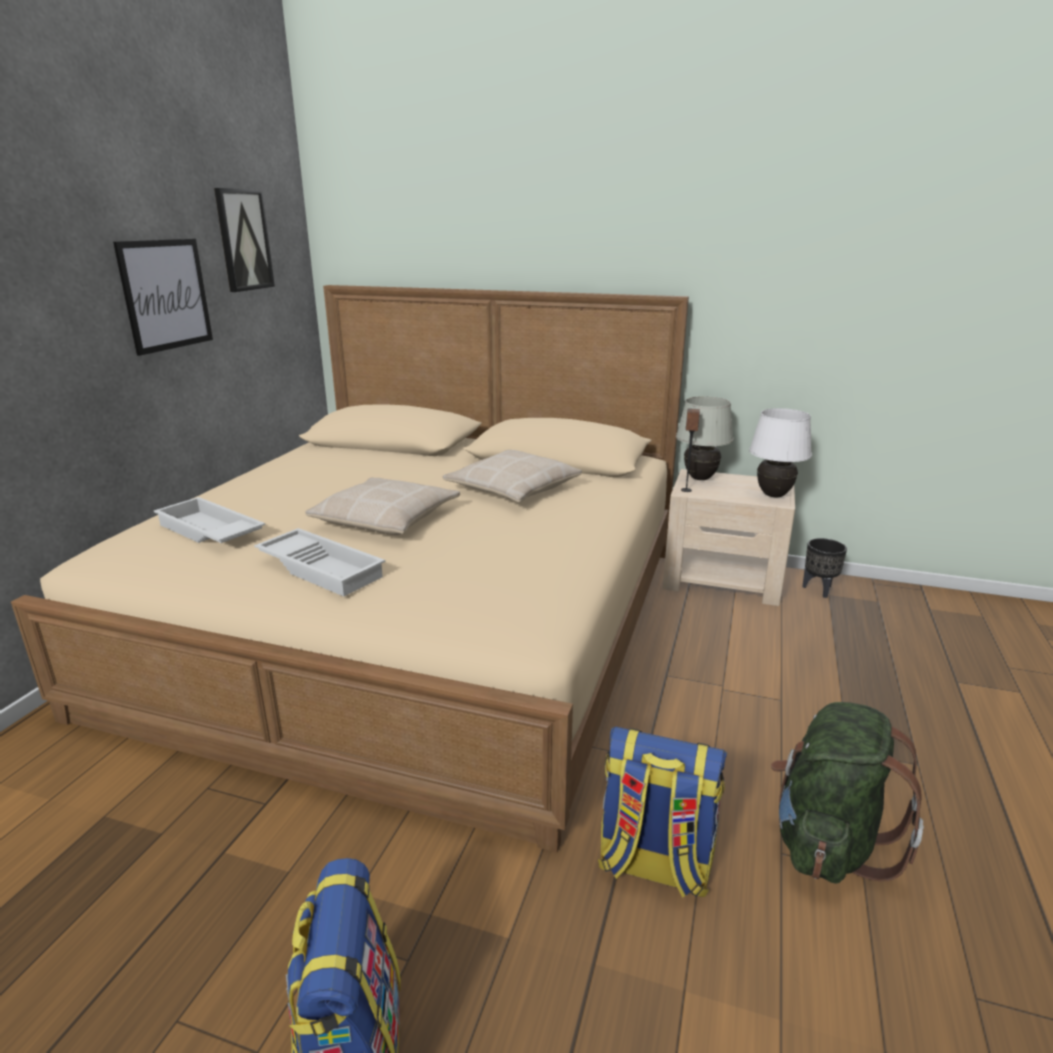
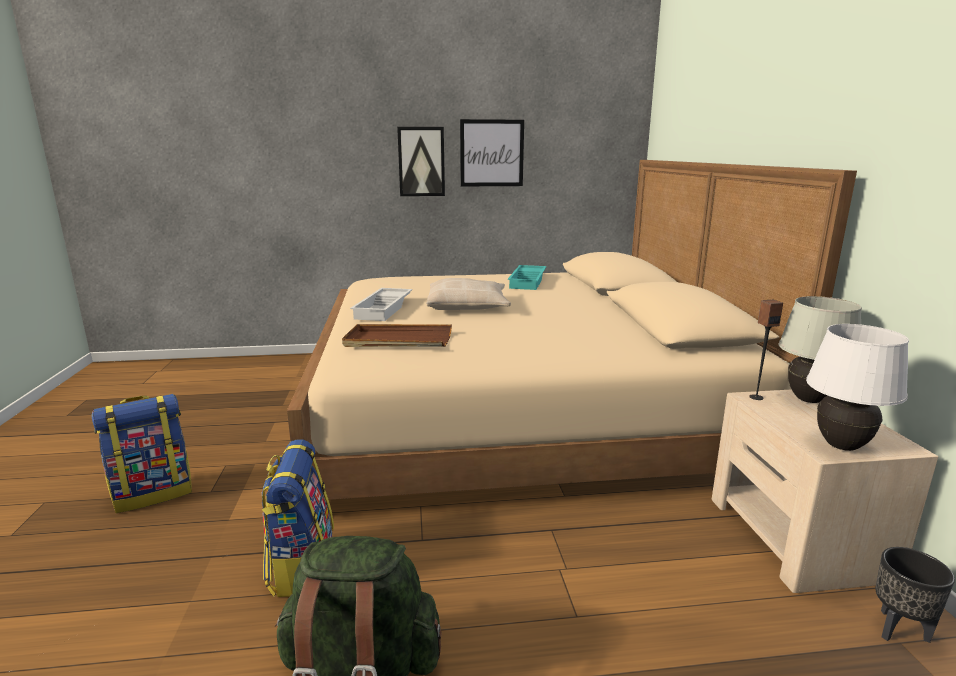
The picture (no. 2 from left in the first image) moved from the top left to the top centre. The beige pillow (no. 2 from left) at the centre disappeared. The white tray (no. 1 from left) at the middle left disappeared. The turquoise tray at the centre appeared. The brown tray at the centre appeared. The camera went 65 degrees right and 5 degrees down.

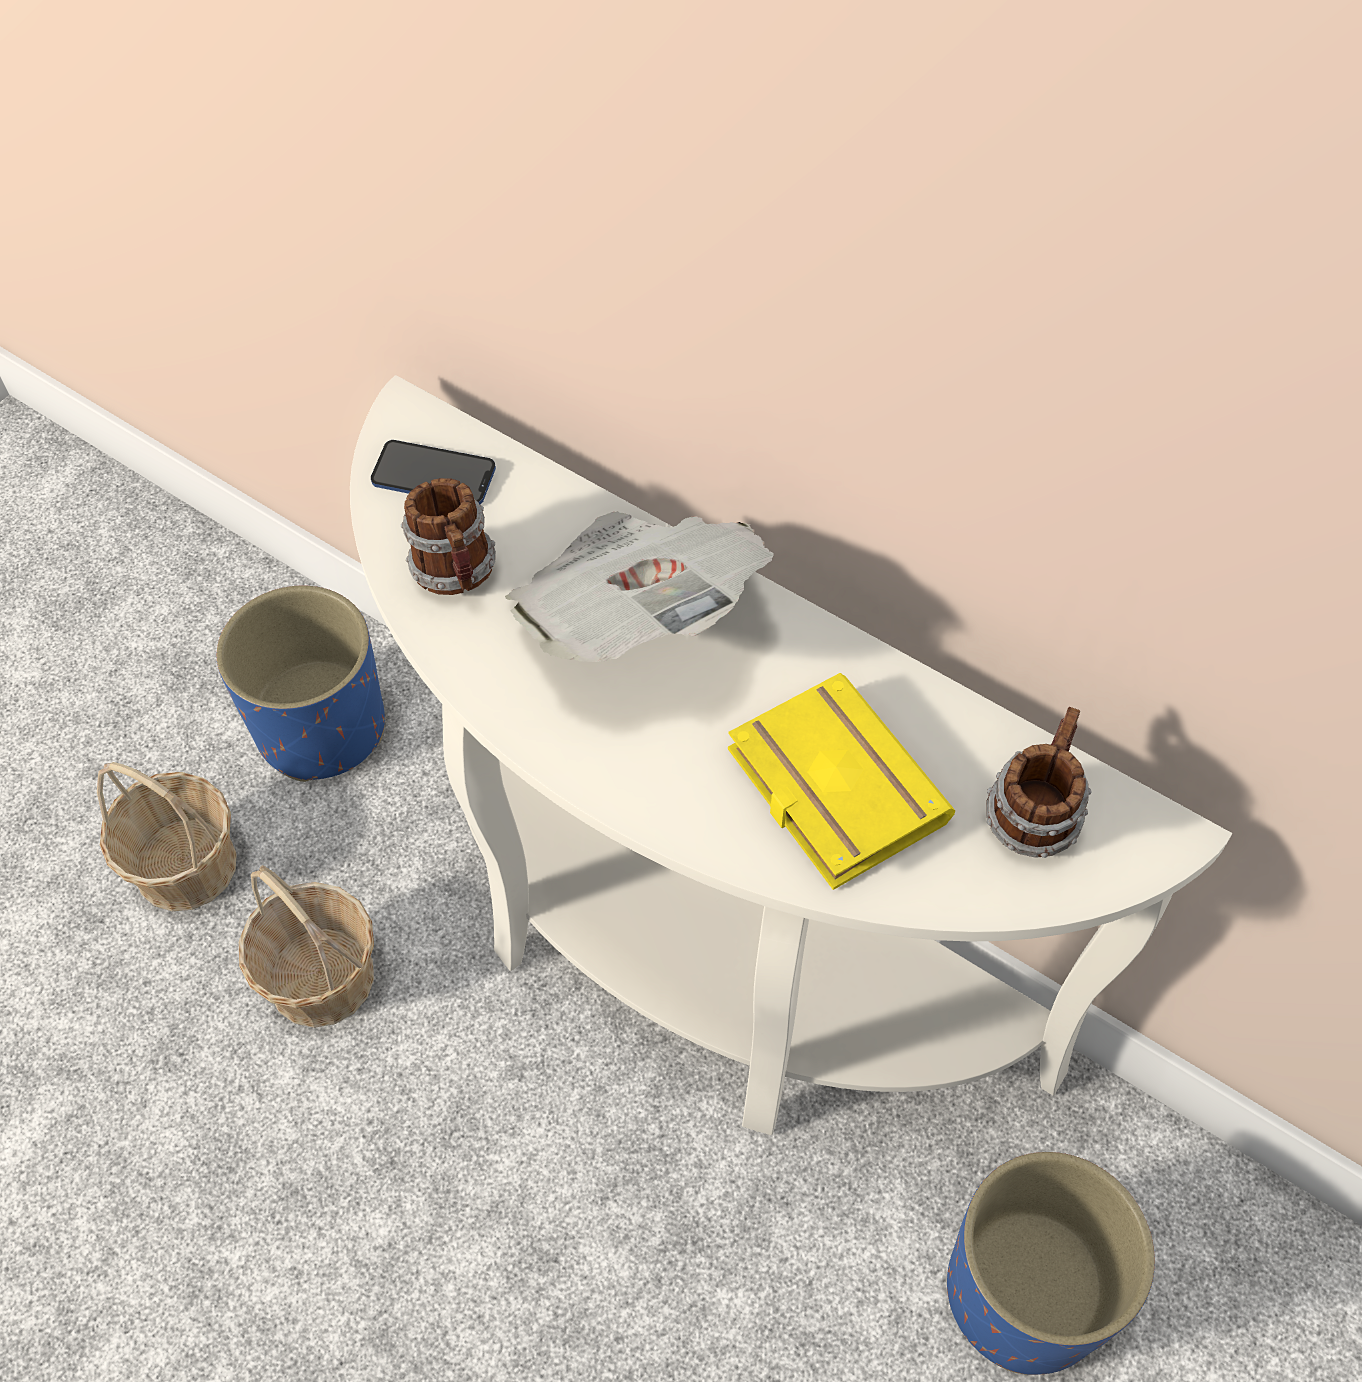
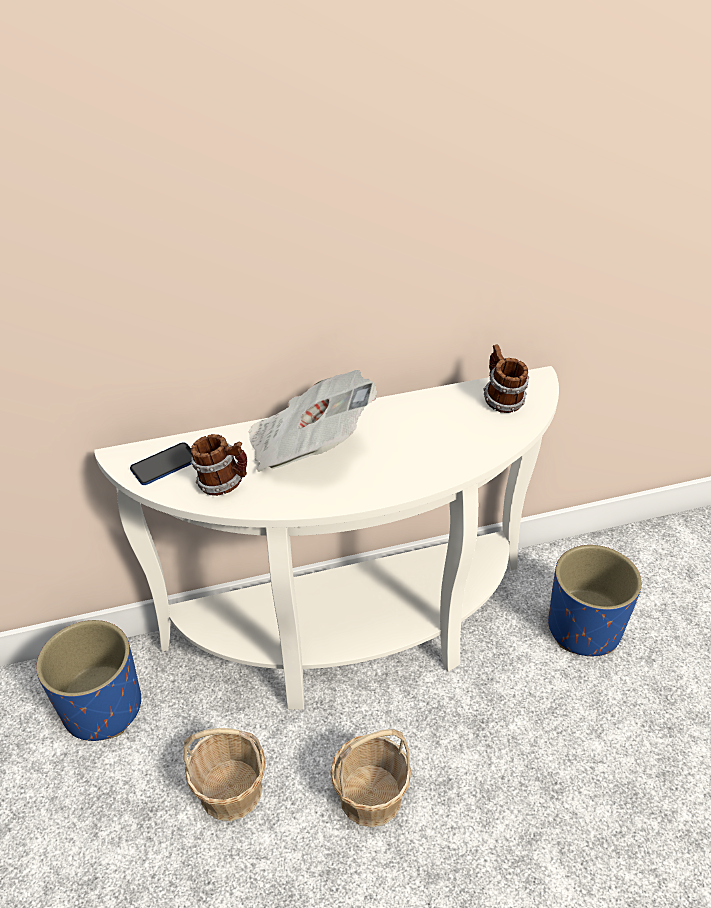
The yellow book at the centre disappeared. The basket (no. 1 from left in the first image) moved from the middle left to the bottom centre. The camera went 50 degrees left and 15 degrees down.

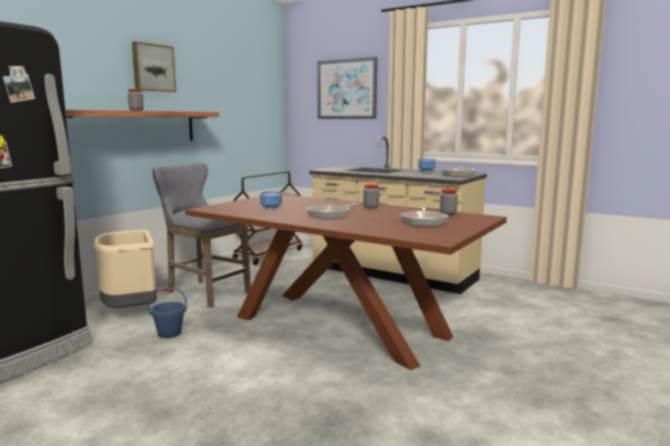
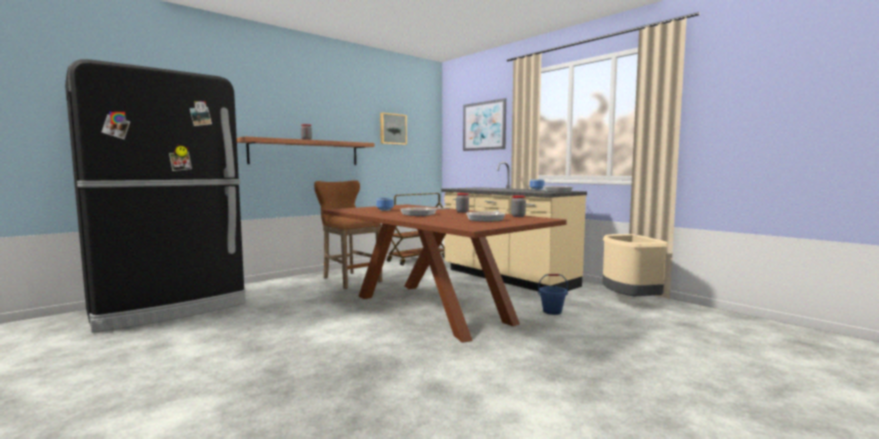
The picture (no. 1 from left) moved from the top left to the top centre. The grey stool at the middle left became the brown stool at the centre. The beige trash can moved from the middle left to the middle right. The blue bucket moved from the bottom left to the bottom centre. The camera went 15 degrees right and 5 degrees down.

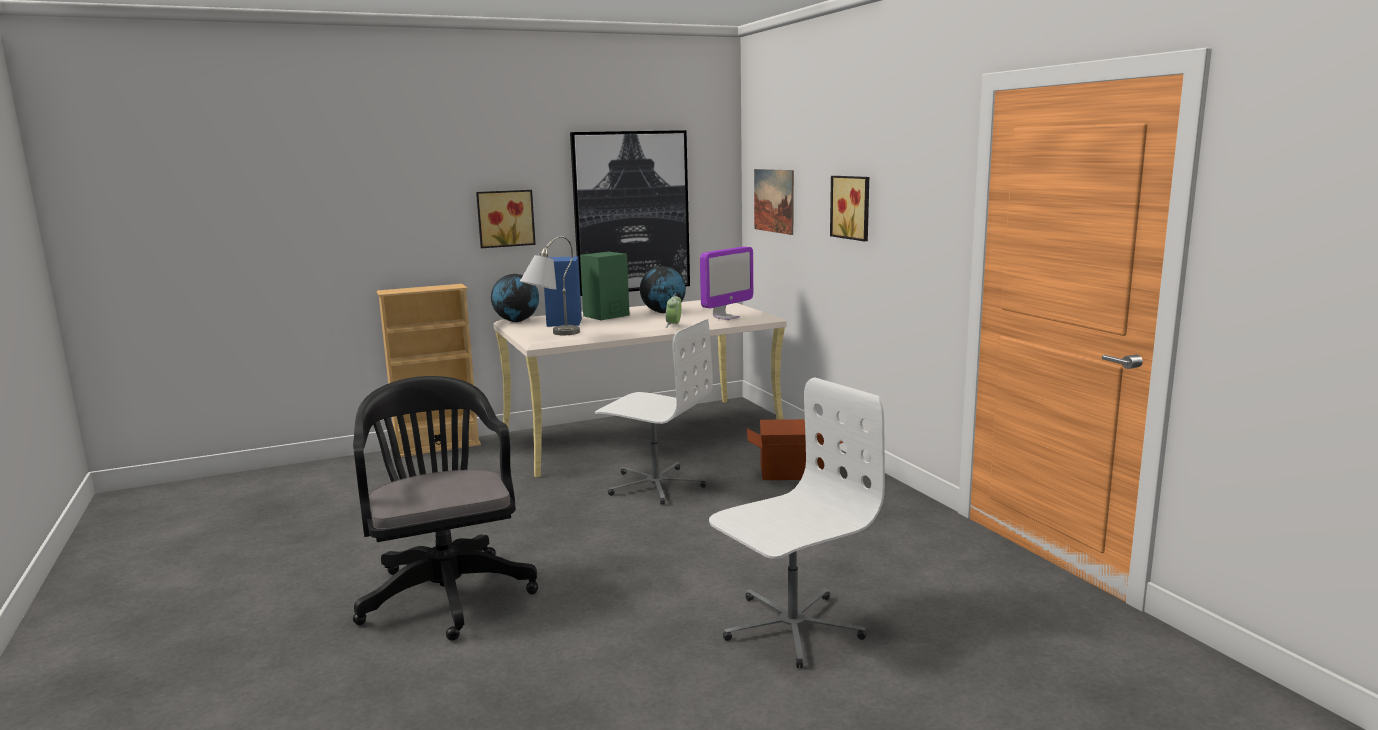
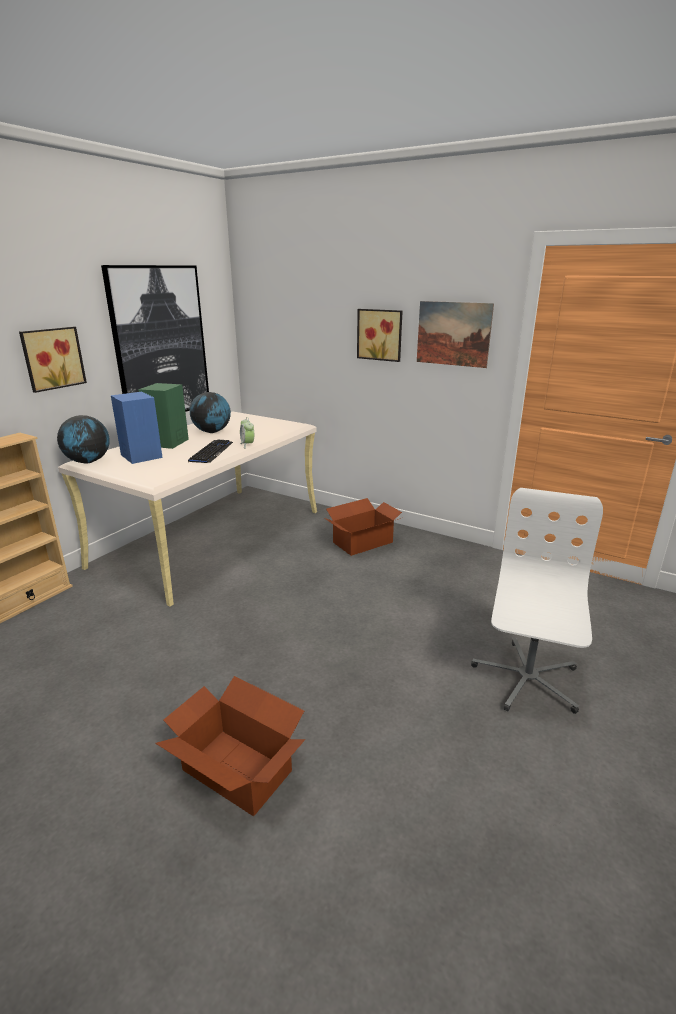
The picture (no. 3 from left in the first image) moved from the top centre to the top right. The grey table lamp at the centre disappeared. The monitor at the centre disappeared. The white office chair (no. 1 from left) at the centre disappeared. The black office chair at the bottom left was replaced by the cardboard box (no. 1 from left) at the bottom centre. The keyboard at the middle left appeared. The camera went 35 degrees left and 10 degrees up.

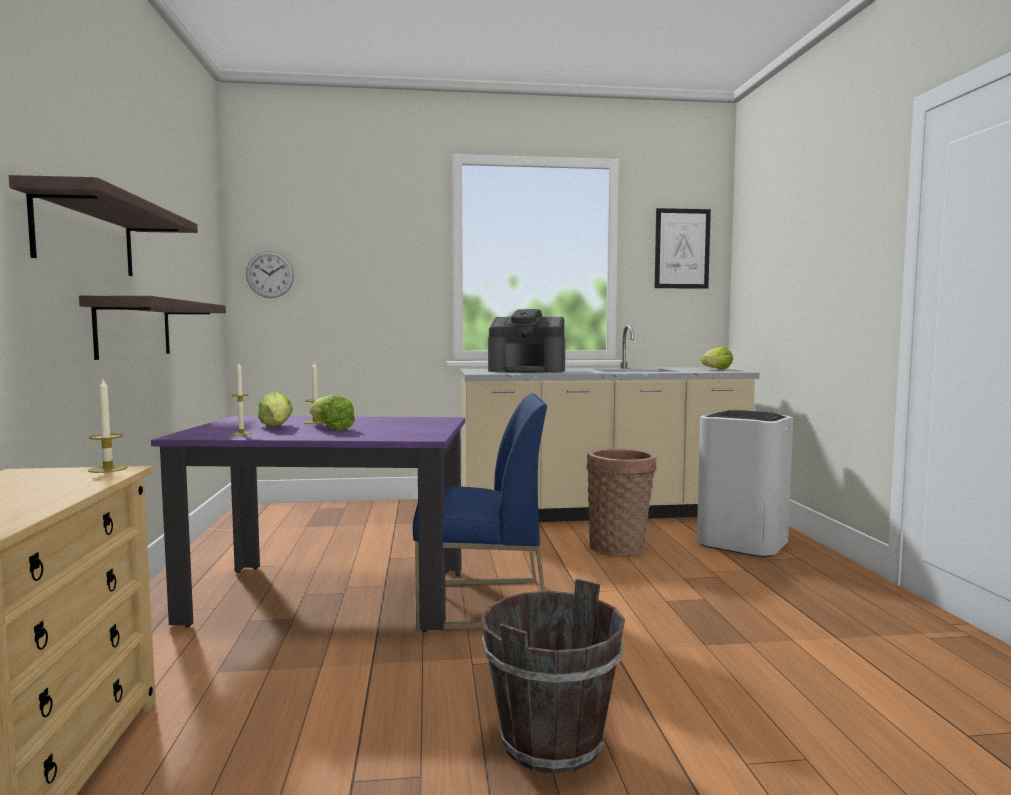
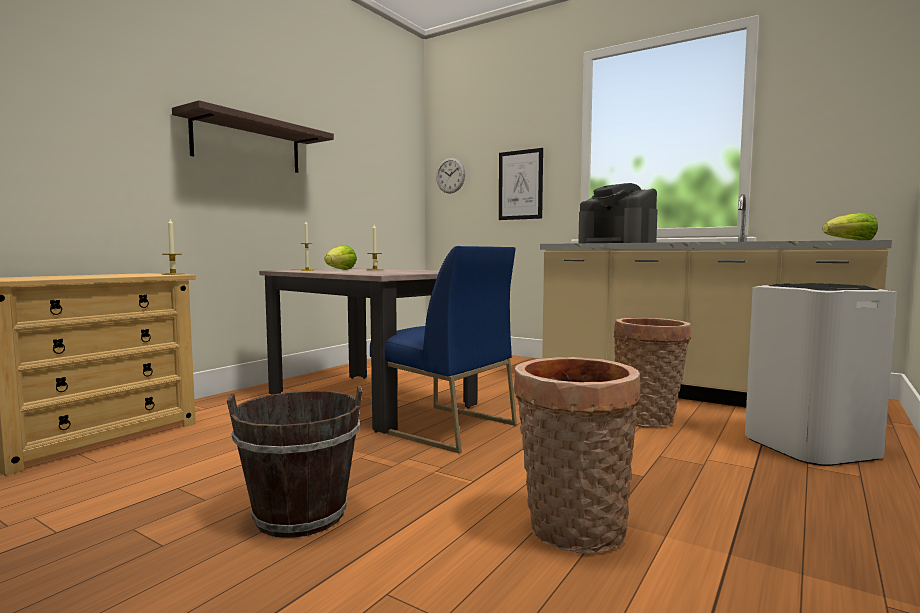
The picture moved from the top right to the top centre. The shelf (no. 2 from left) at the middle left disappeared. The lettuce (no. 2 from left) at the middle left disappeared. The purple dining table at the middle left became the beige dining table at the centre. The basket (no. 1 from left) at the bottom centre appeared. The camera went 40 degrees right and 0 degrees up.

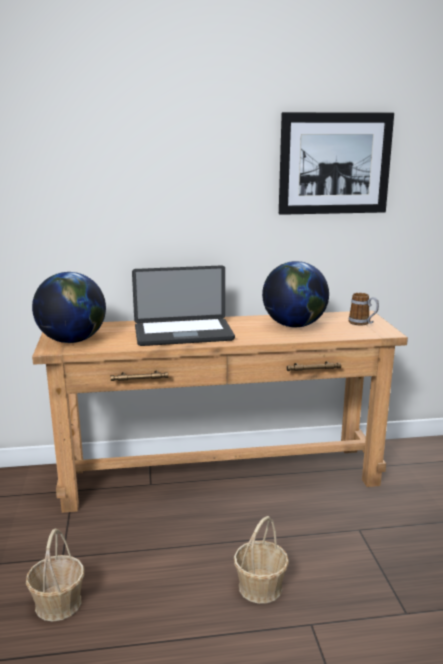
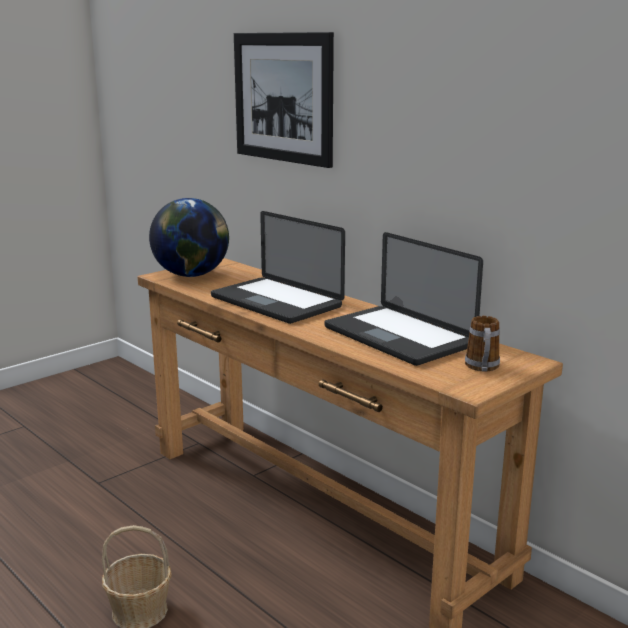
The picture moved from the top right to the top centre. The globe (no. 2 from left) at the centre was replaced by the laptop (no. 2 from left) at the centre. The basket (no. 1 from left) at the bottom left disappeared. The camera went 55 degrees right and 0 degrees up.

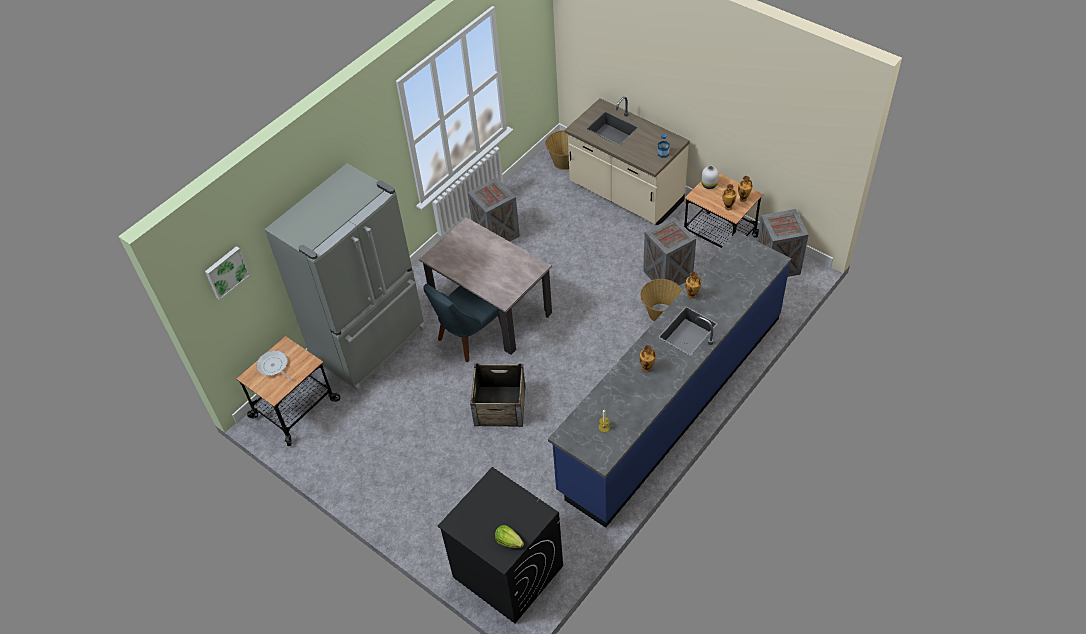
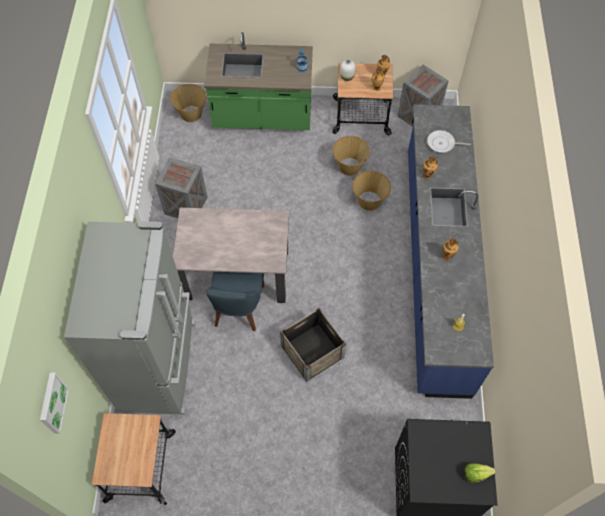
The beige counter at the top centre became the green counter at the top centre. The crate (no. 3 from left) at the centre was replaced by the basket (no. 2 from left) at the top centre. The frying pan moved from the middle left to the top right. The camera went 40 degrees left and 10 degrees up.

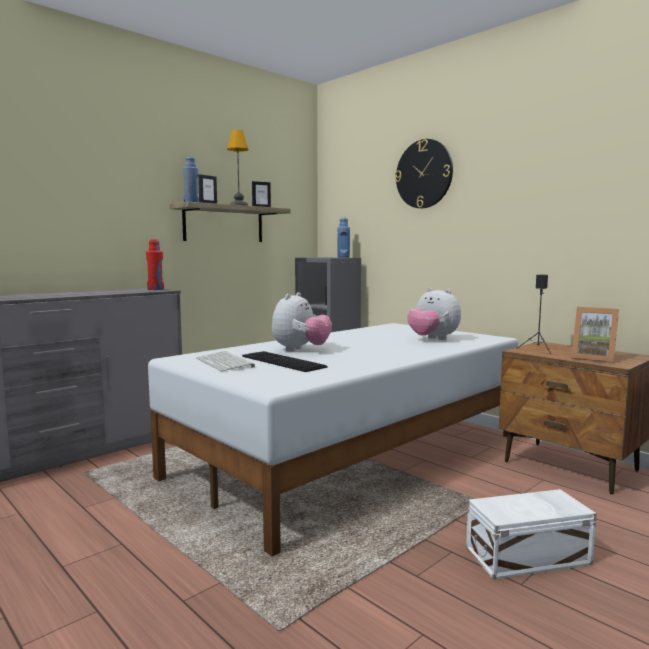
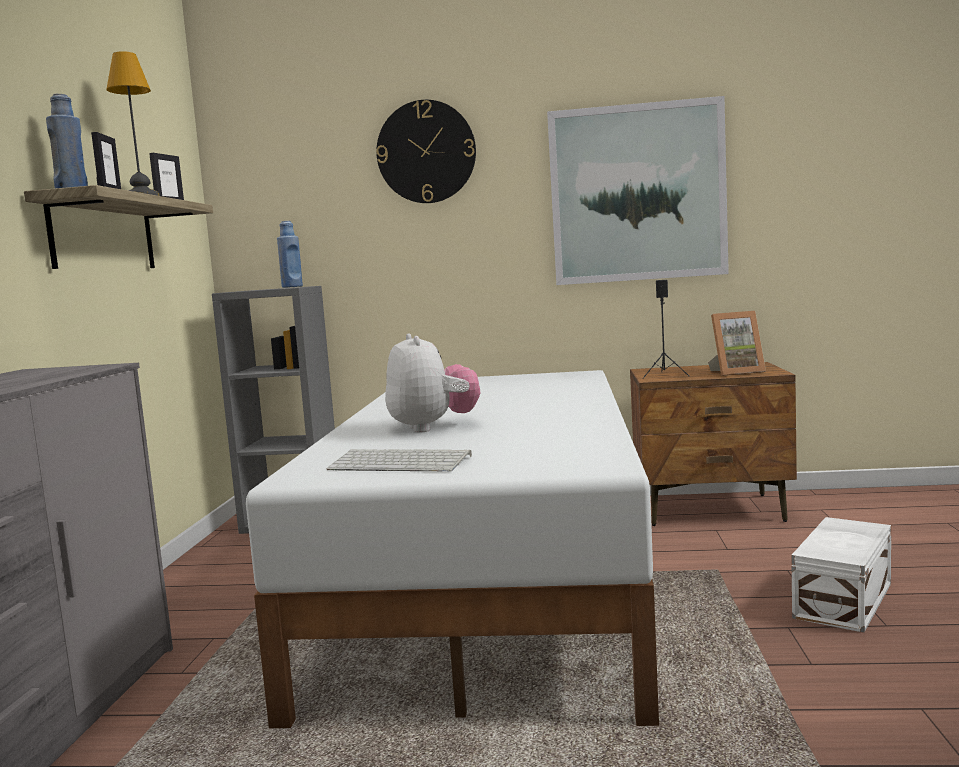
The red bottle at the middle left disappeared. The plush toy (no. 2 from left) at the middle right disappeared. The keyboard (no. 2 from left) at the centre disappeared. The picture at the top centre appeared. The camera went 40 degrees left and 0 degrees up.

